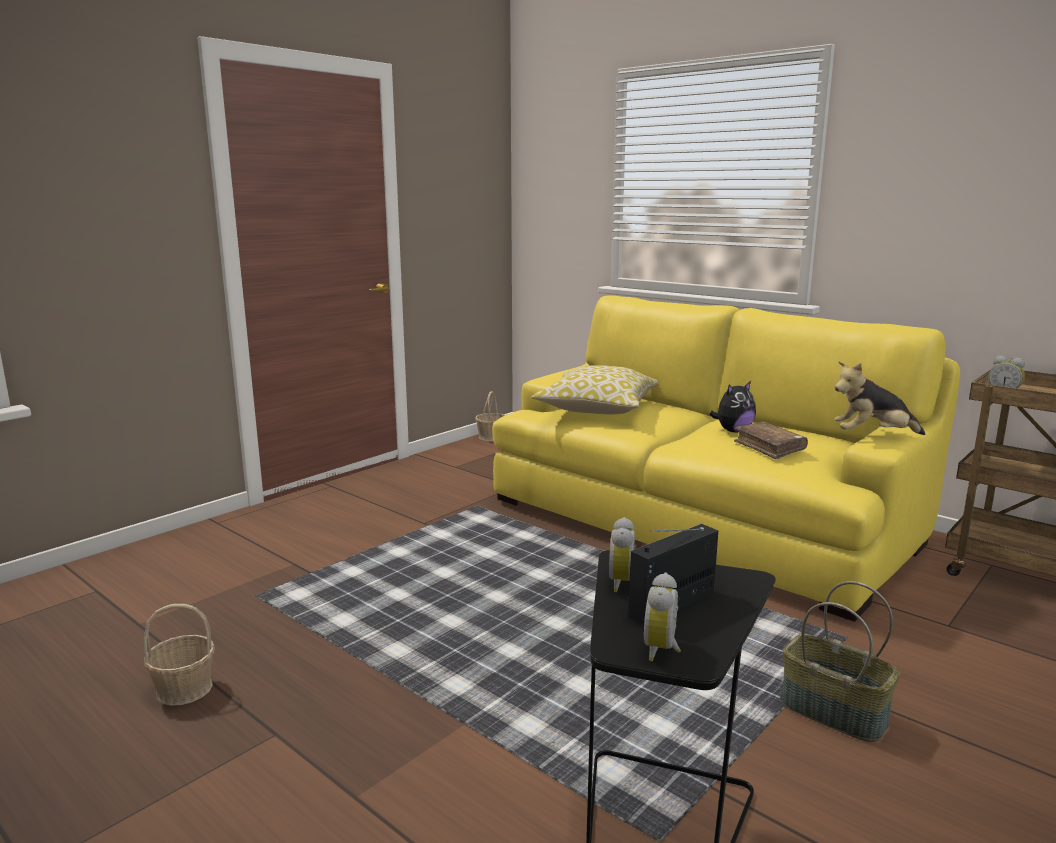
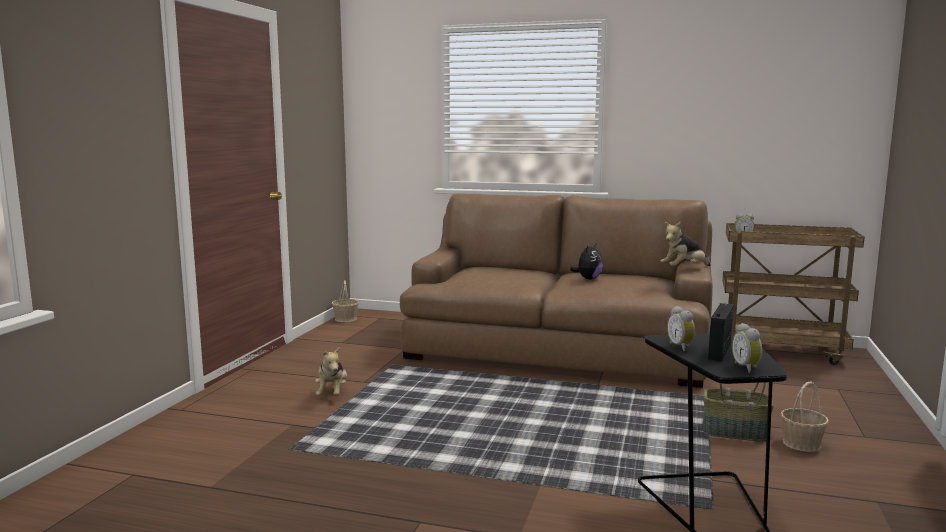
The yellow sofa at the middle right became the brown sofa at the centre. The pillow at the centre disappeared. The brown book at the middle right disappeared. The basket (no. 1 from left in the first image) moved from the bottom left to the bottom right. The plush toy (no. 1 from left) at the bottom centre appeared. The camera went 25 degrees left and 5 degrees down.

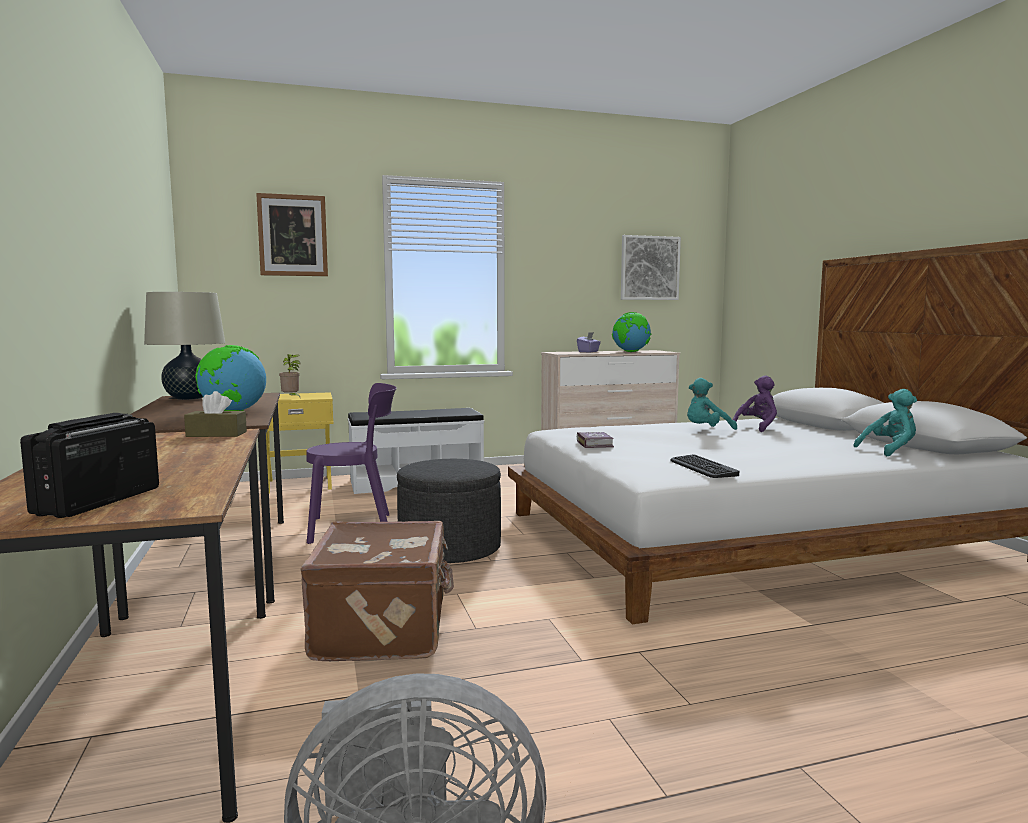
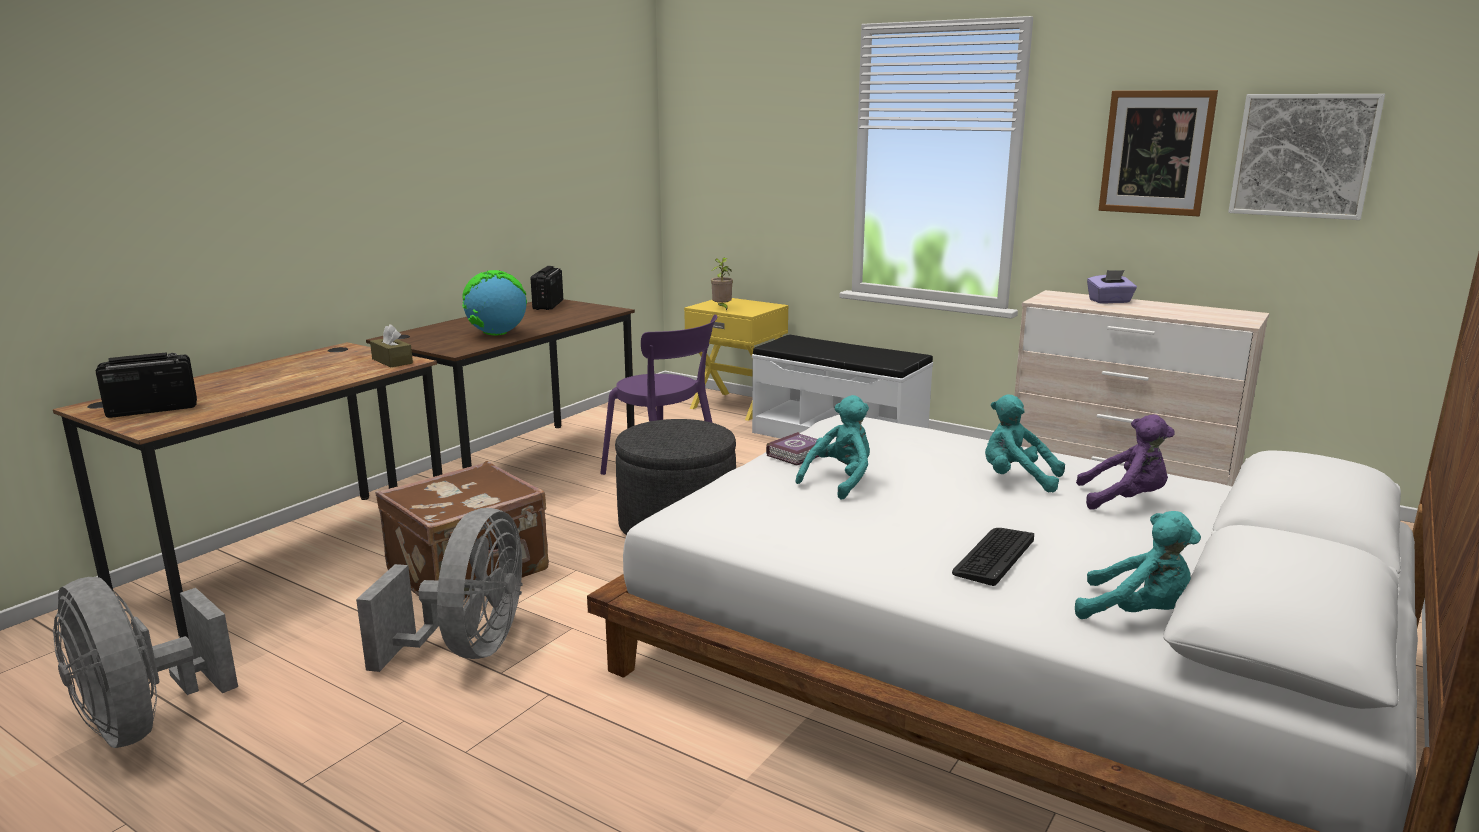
The picture (no. 1 from left) moved from the top left to the top right. The beige table lamp at the middle left was replaced by the radio (no. 2 from left) at the centre. The globe (no. 2 from left) at the centre disappeared. The keyboard moved from the middle right to the bottom right. The turquoise plush toy (no. 1 from left) at the centre appeared. The grey fan (no. 2 from left) at the bottom left appeared. The camera went 50 degrees right and 10 degrees up.

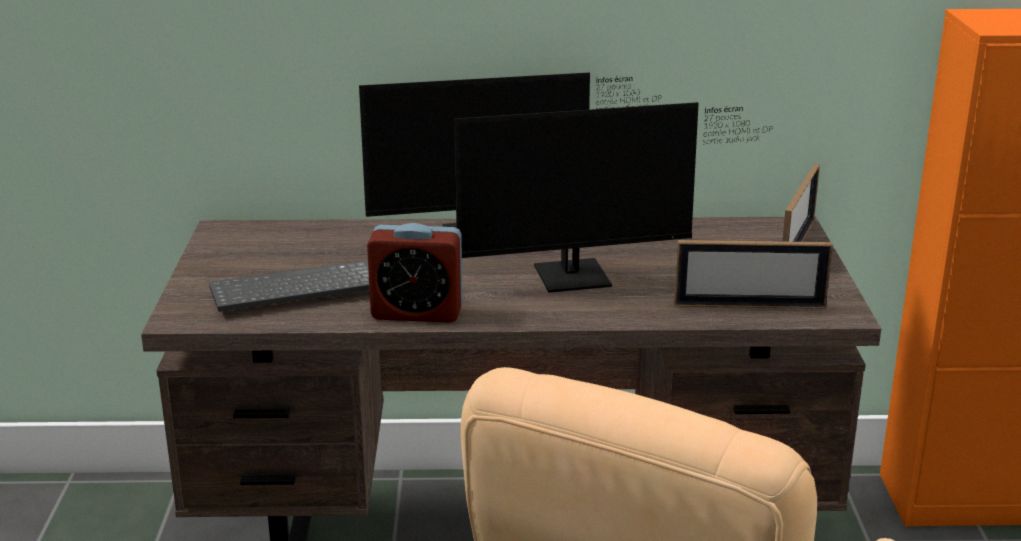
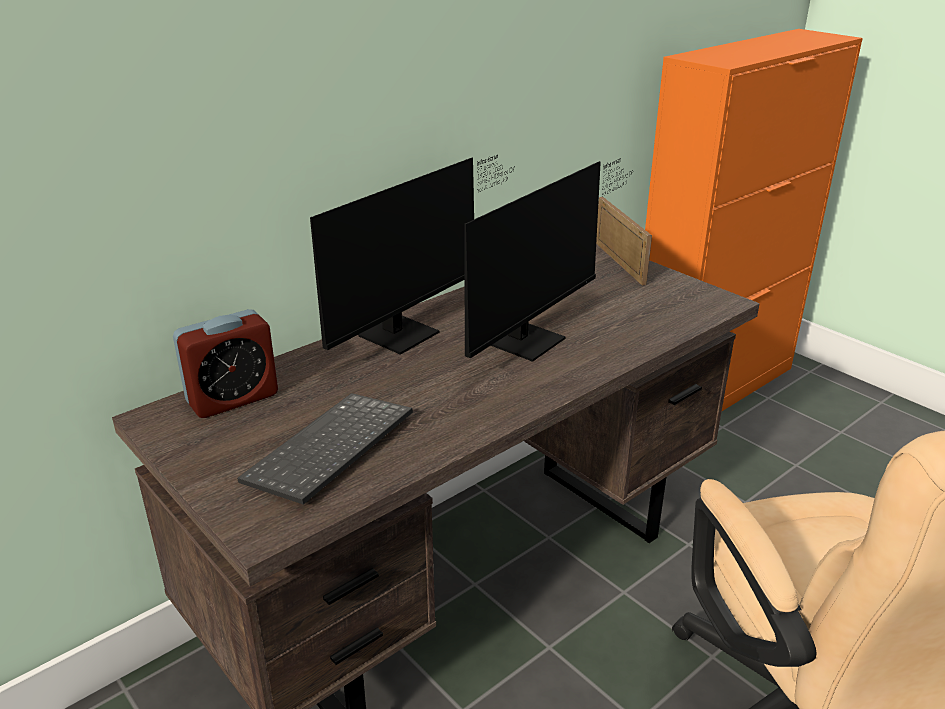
The alarm clock moved from the centre to the middle left. The picture frame (no. 1 from left) at the middle right disappeared. The camera went 40 degrees left and 5 degrees up.

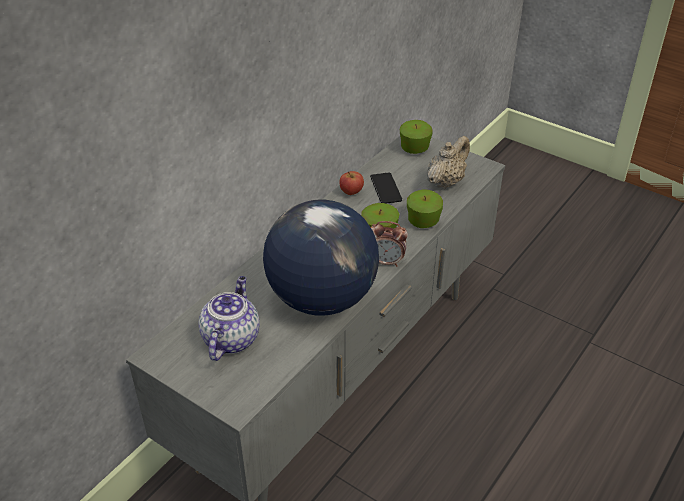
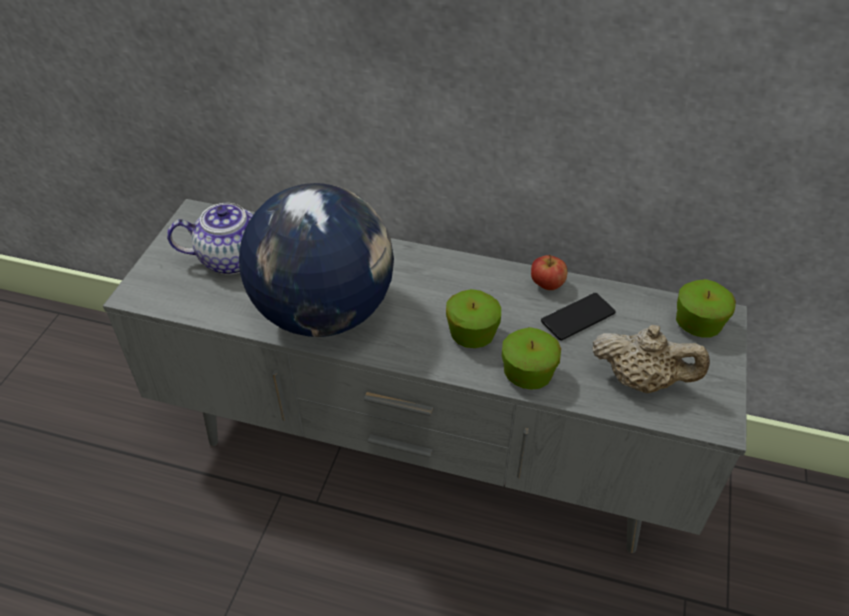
The alarm clock at the centre disappeared. The camera went 70 degrees right and 5 degrees up.

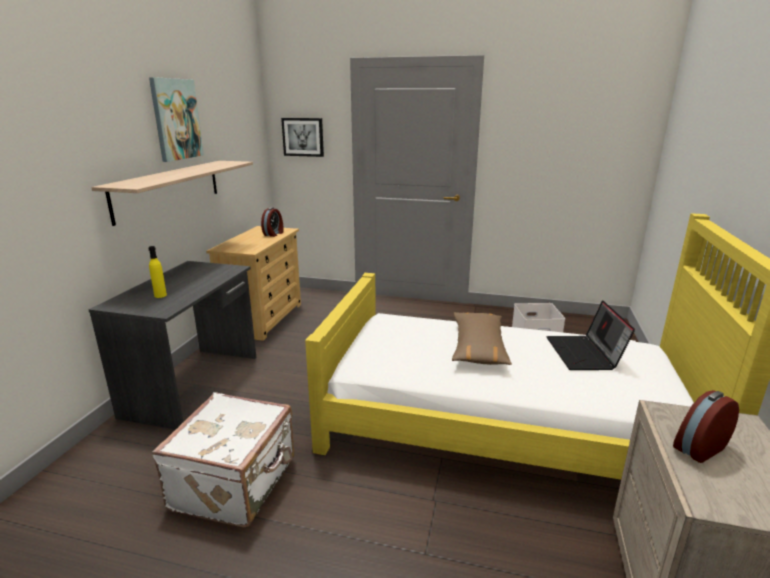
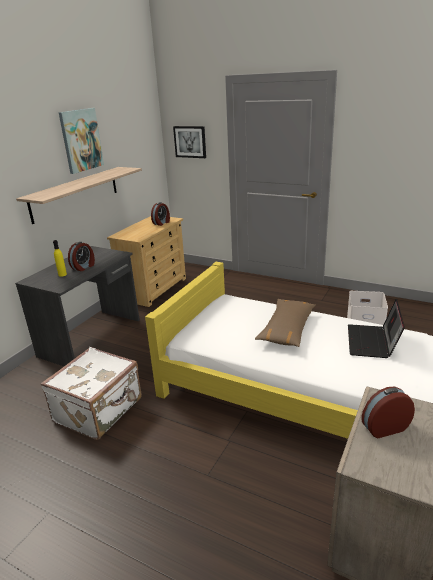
The alarm clock (no. 1 from left) at the middle left appeared. The camera went 15 degrees right and 5 degrees up.

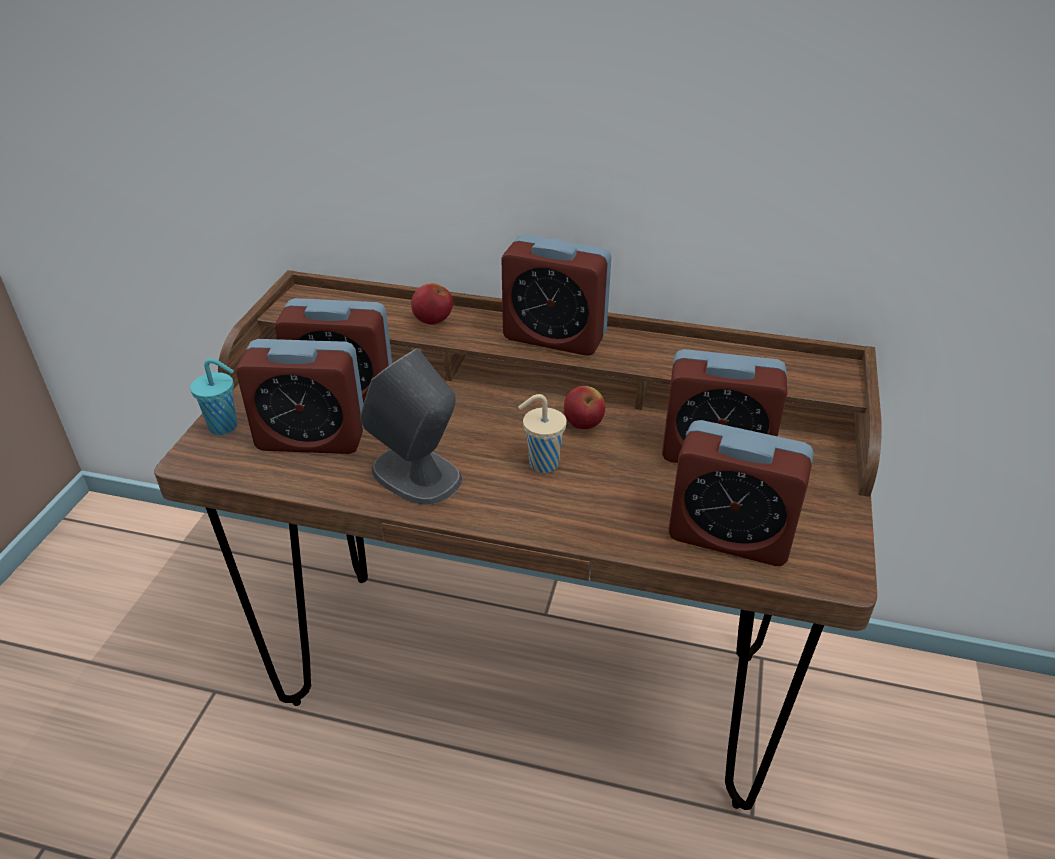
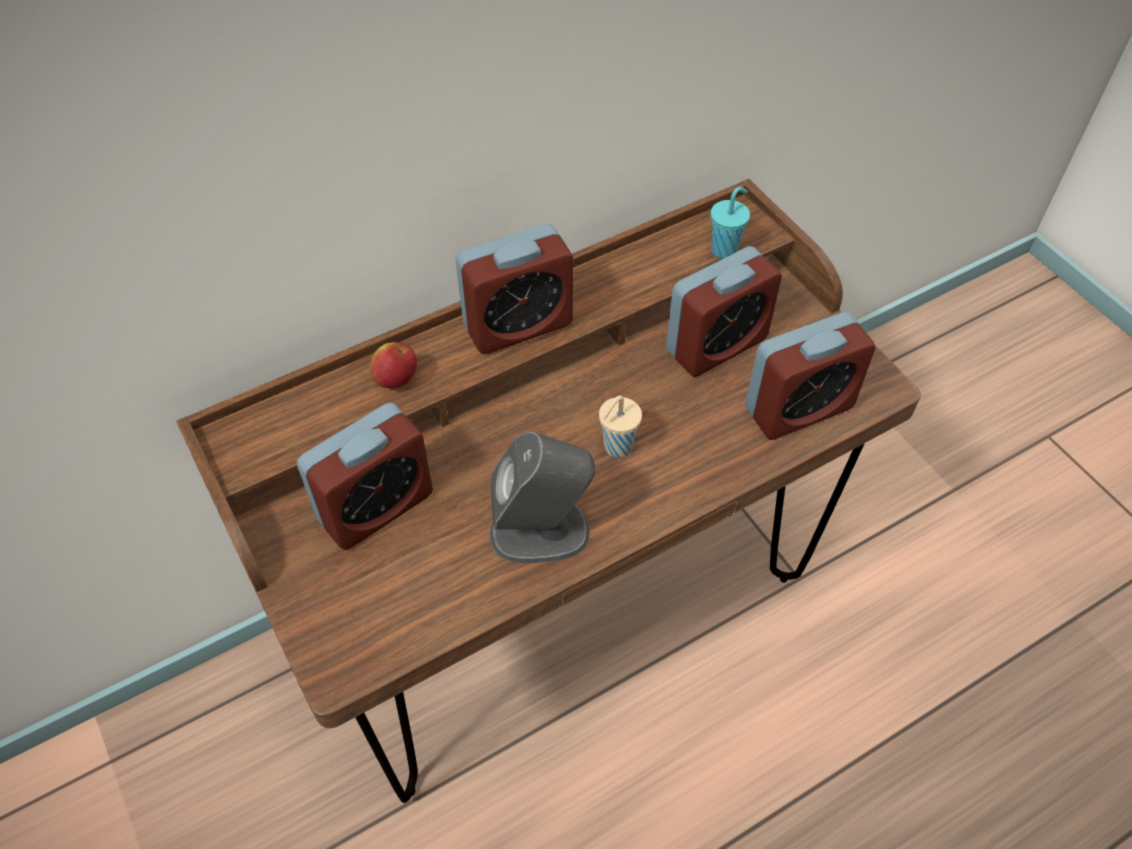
The alarm clock (no. 1 from left) at the middle left disappeared. The turquoise cup moved from the middle left to the top centre. The apple (no. 2 from left) at the centre disappeared. The camera went 45 degrees left and 15 degrees up.

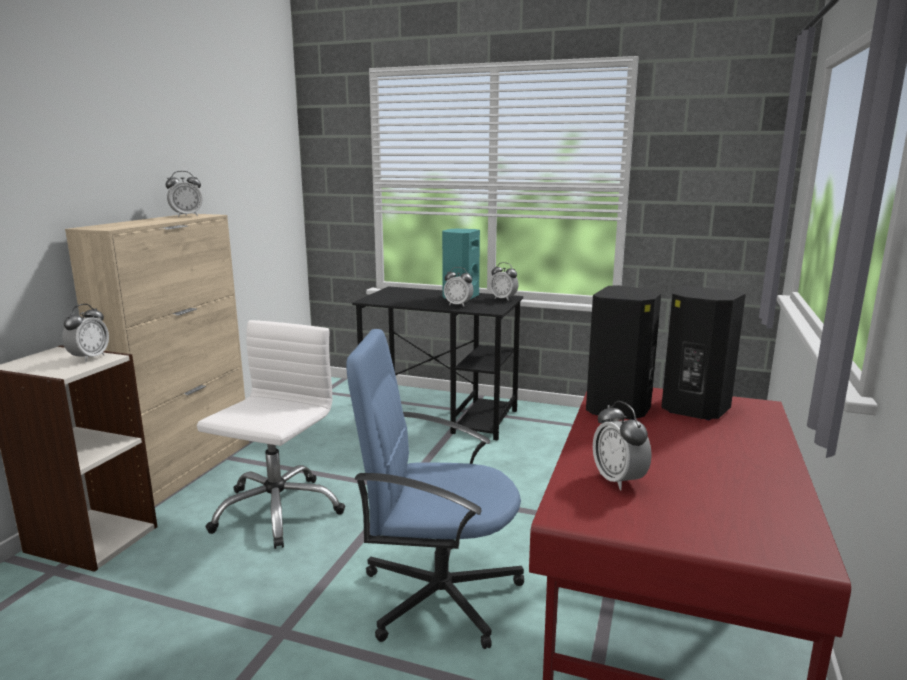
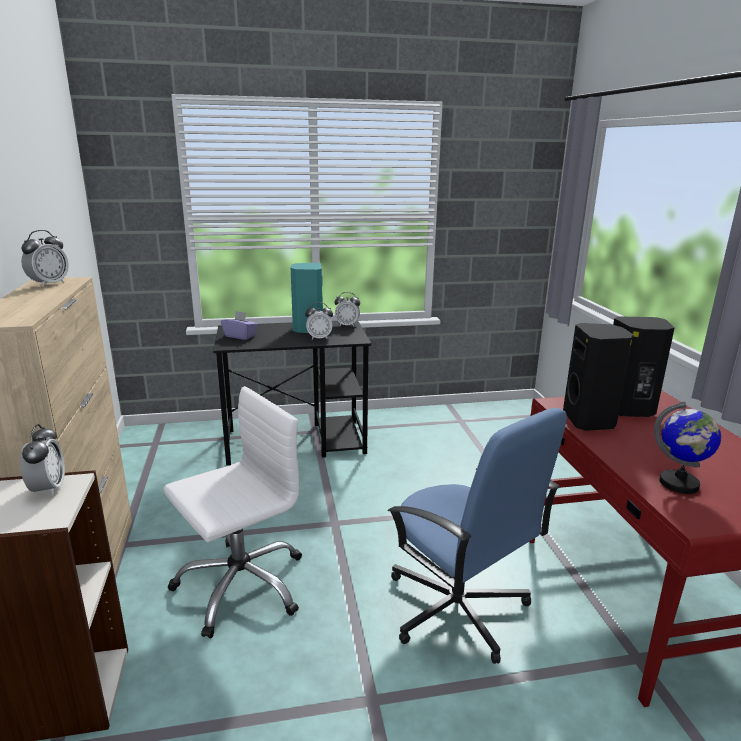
The white office chair at the middle left turned 60 degrees clockwise. The blue office chair at the bottom centre turned 105 degrees counterclockwise. The alarm clock (no. 5 from left) at the middle right was replaced by the globe at the middle right. The purple tissue box at the middle left appeared. The camera went 30 degrees left and 5 degrees up.

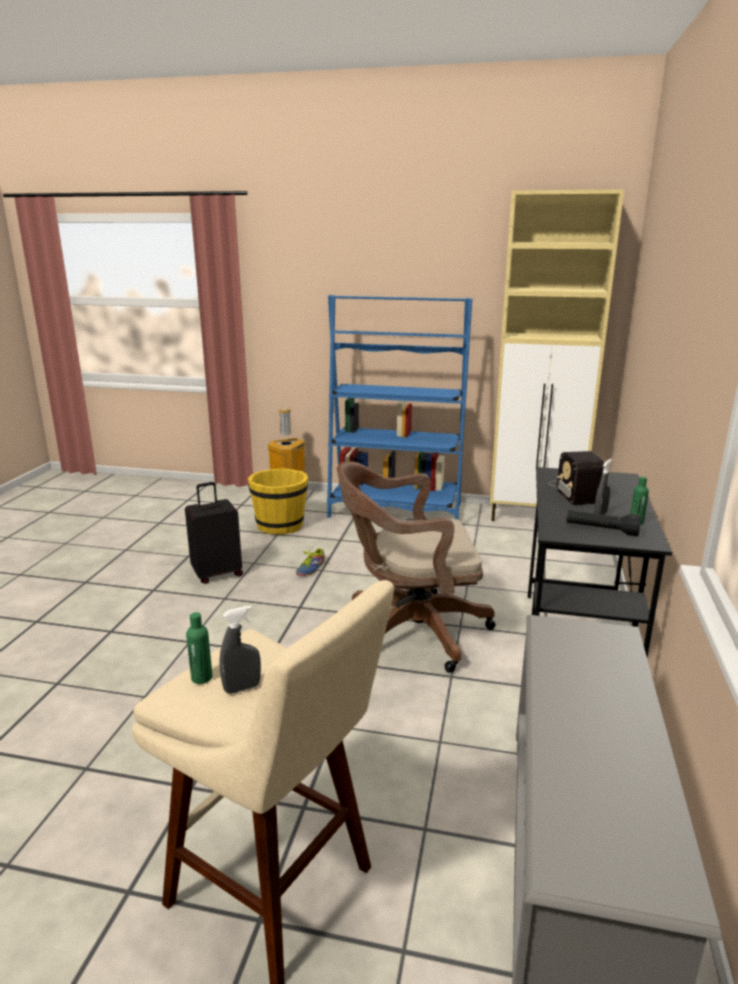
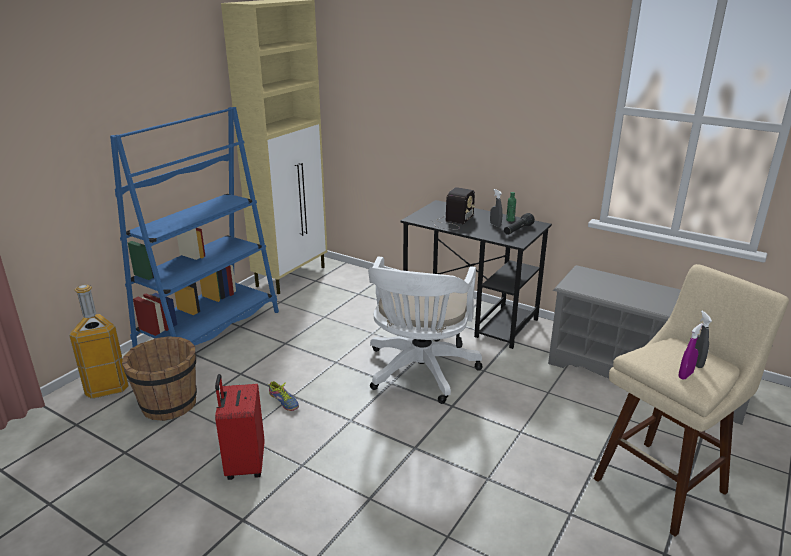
The radio at the middle right turned 75 degrees counterclockwise. The brown office chair at the centre became the white office chair at the centre. The yellow bucket at the centre became the brown bucket at the bottom left. The black suitcase at the middle left became the red suitcase at the bottom left. The green bottle (no. 1 from left) at the middle left was replaced by the purple spray bottle at the middle right. The camera went 70 degrees left and 5 degrees up.

